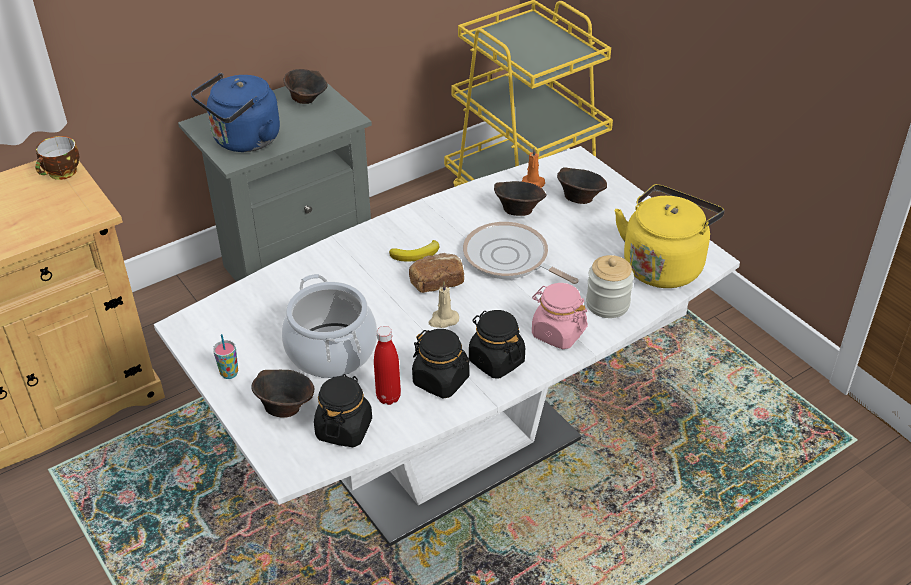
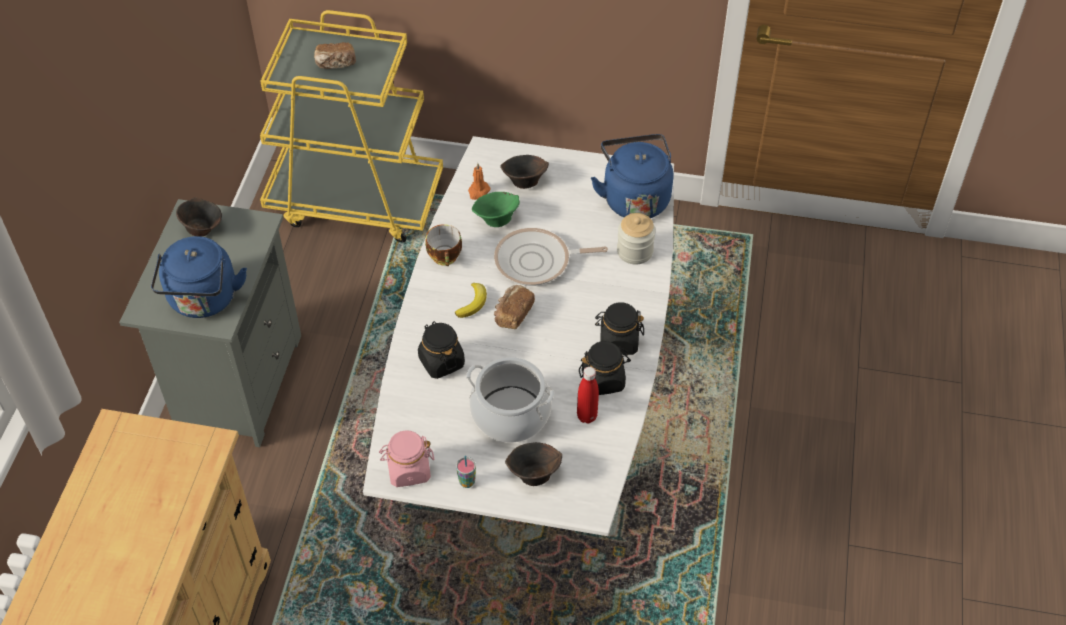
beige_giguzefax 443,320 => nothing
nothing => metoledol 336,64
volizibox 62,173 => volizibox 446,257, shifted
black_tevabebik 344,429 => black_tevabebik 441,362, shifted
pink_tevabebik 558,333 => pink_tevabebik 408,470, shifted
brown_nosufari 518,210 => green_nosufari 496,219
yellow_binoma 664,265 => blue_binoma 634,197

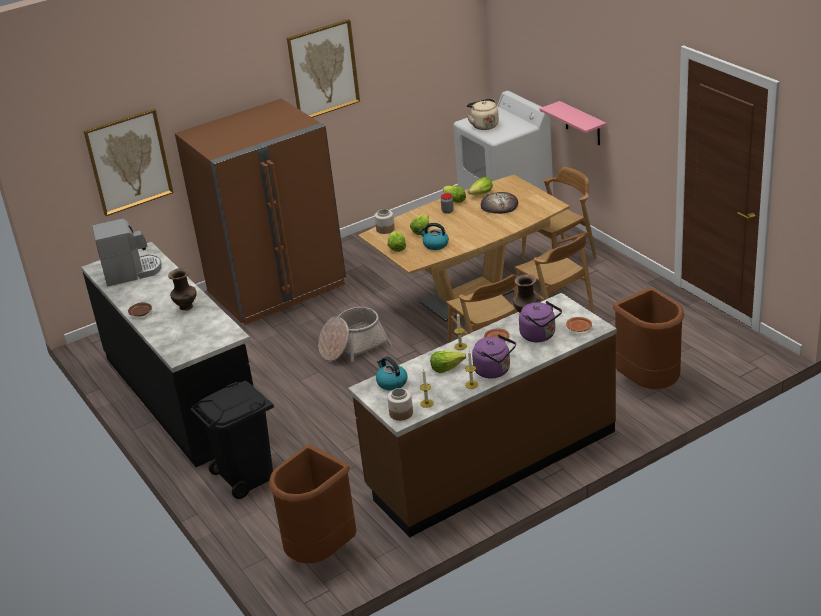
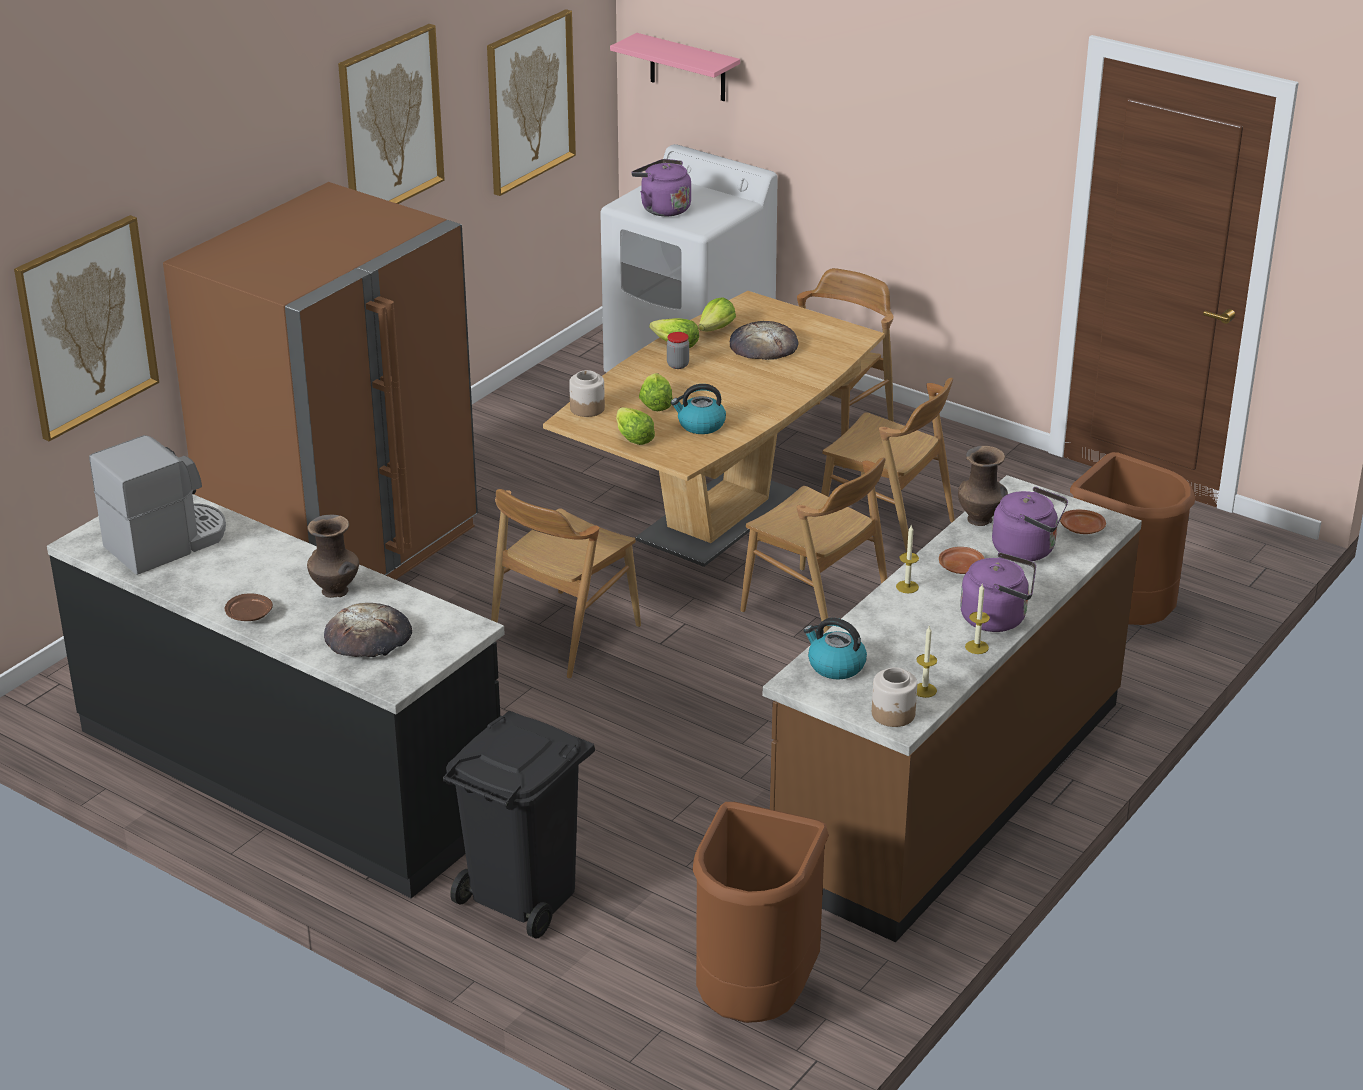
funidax 446,367 => nothing
nothing => metoledol 369,637
nothing => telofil 529,101
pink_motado 582,124 => pink_motado 687,68, shifted
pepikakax 353,346 => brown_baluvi 564,634
beige_binoma 484,125 => purple_binoma 663,208

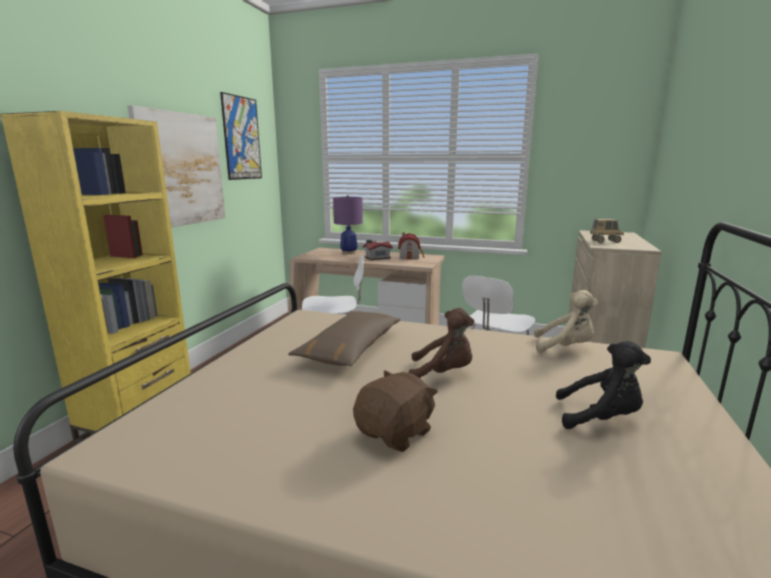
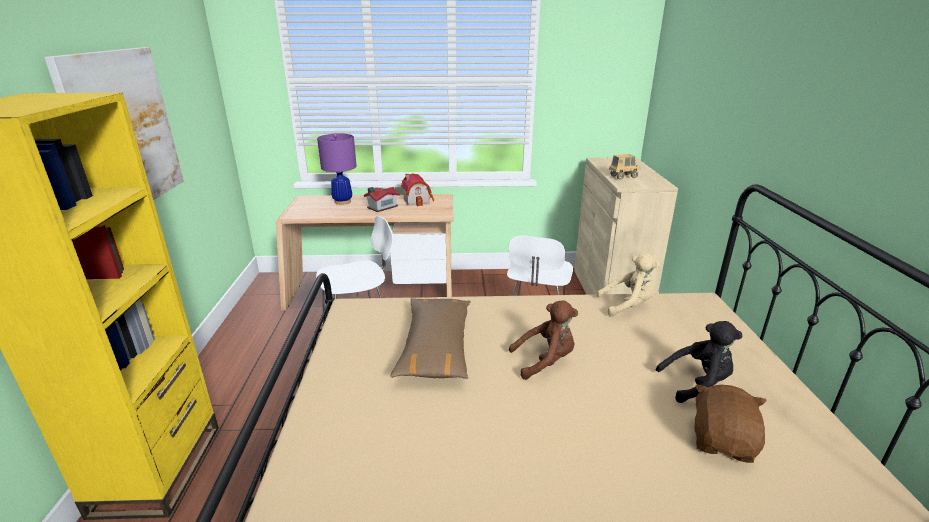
telofil 242,138 => nothing
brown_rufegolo 395,433 => brown_rufegolo 722,442, shifted

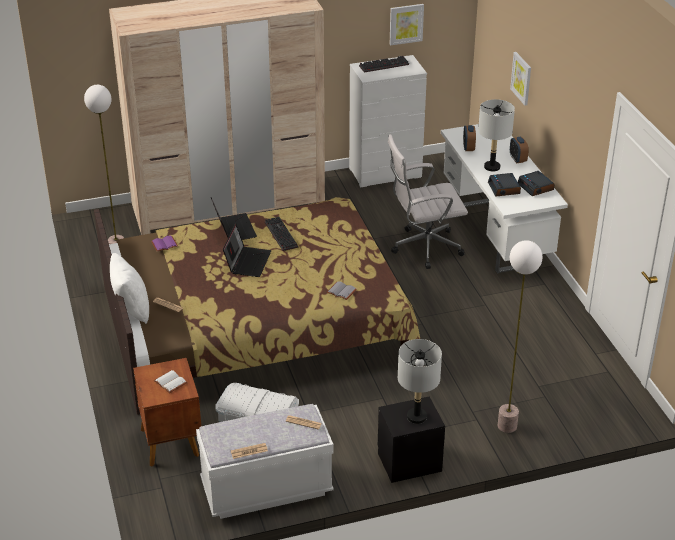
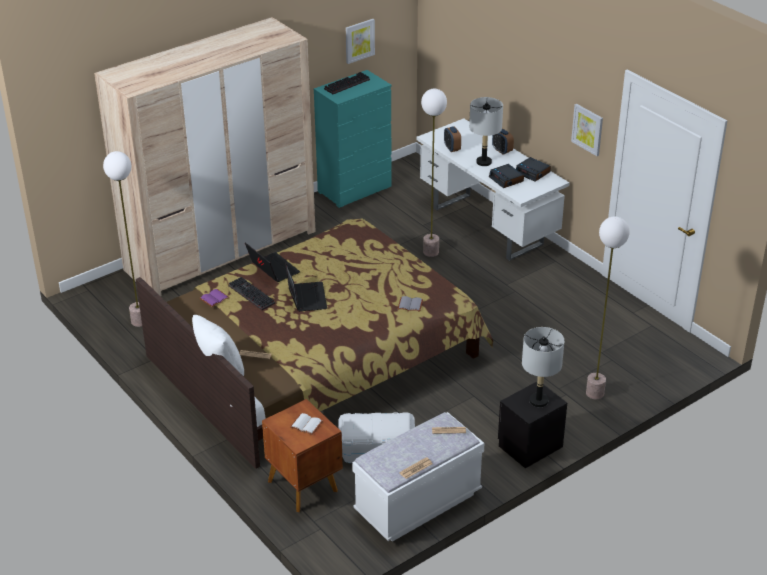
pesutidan 279,234 => pesutidan 250,295, shifted
telofil 521,78 => telofil 587,129, shifted
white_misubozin 423,248 => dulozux 430,252
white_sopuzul 385,173 => turquoise_sopuzul 355,189

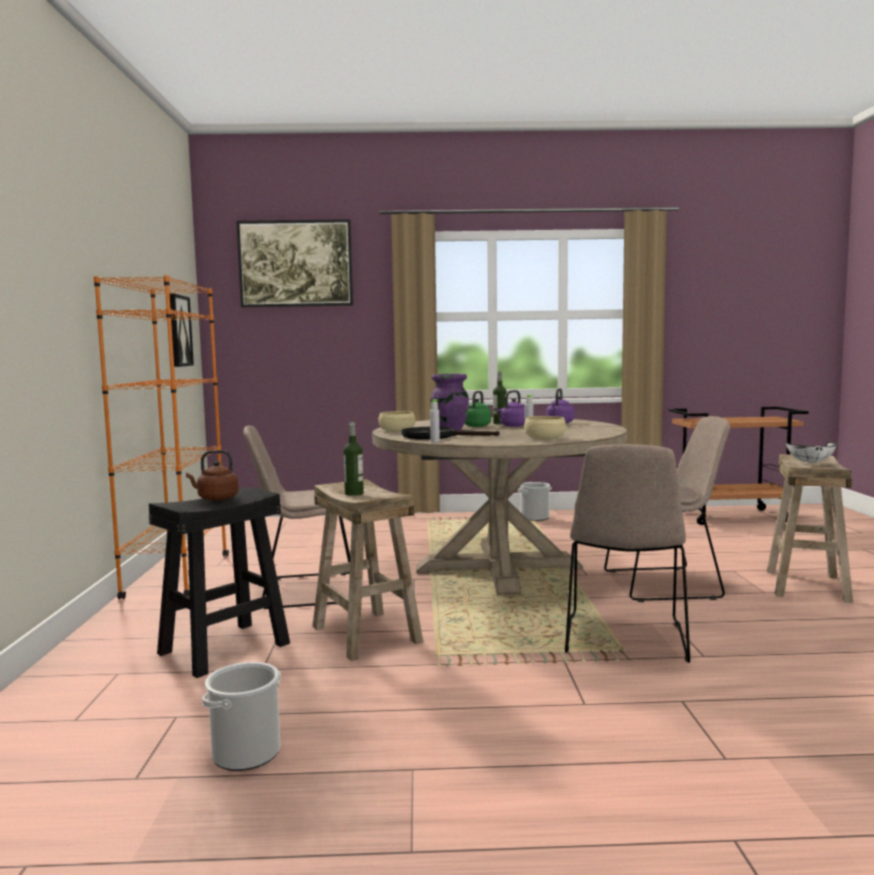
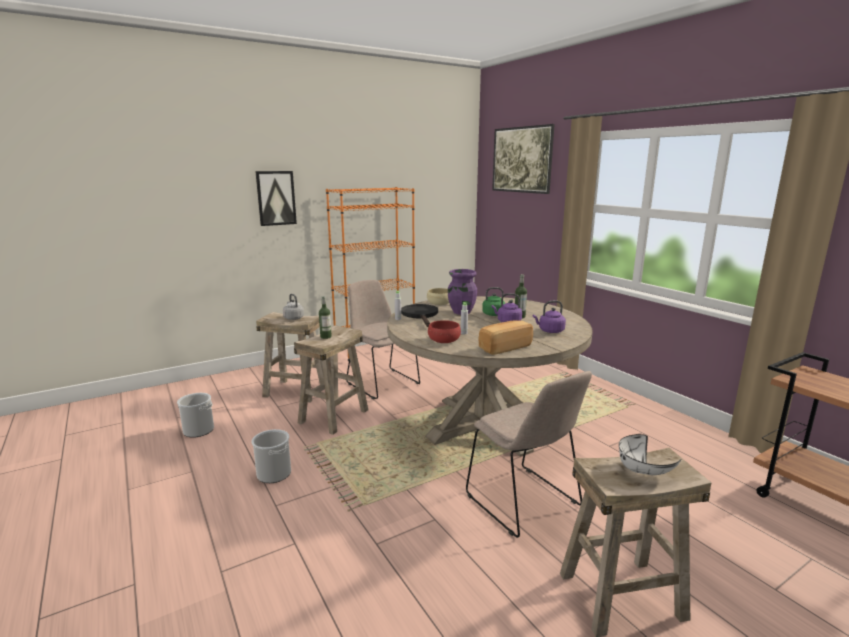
beige_baluvi 624,640 => nothing
nothing => metoledol 504,347
telofil 179,331 => telofil 276,198, shifted
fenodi 534,518 => fenodi 274,474, shifted
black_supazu 224,648 => beige_supazu 296,391
brown_binoma 215,498 => grey_binoma 293,318
beige_nosufari 545,438 => red_nosufari 444,340

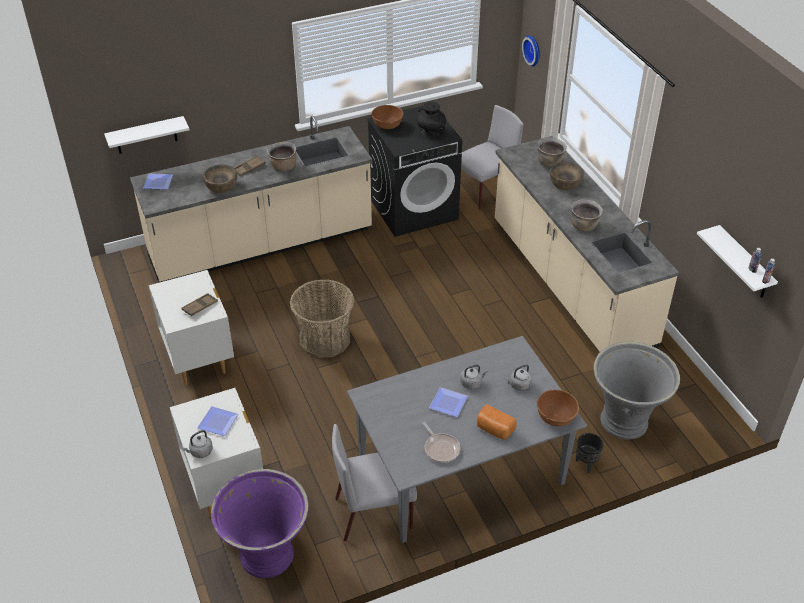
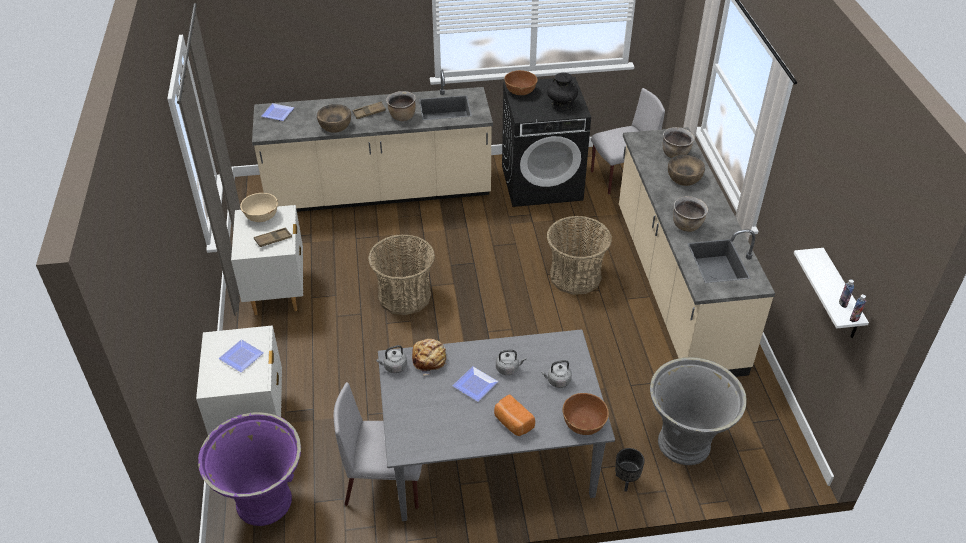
white_motado 146,135 => nothing
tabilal 441,448 => nothing
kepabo 533,50 => nothing
nothing => beige_nosufari 261,216
nothing => metoledol 429,359
nothing => pepikakax 575,276
grey_binoma 200,452 => grey_binoma 394,367, shifted

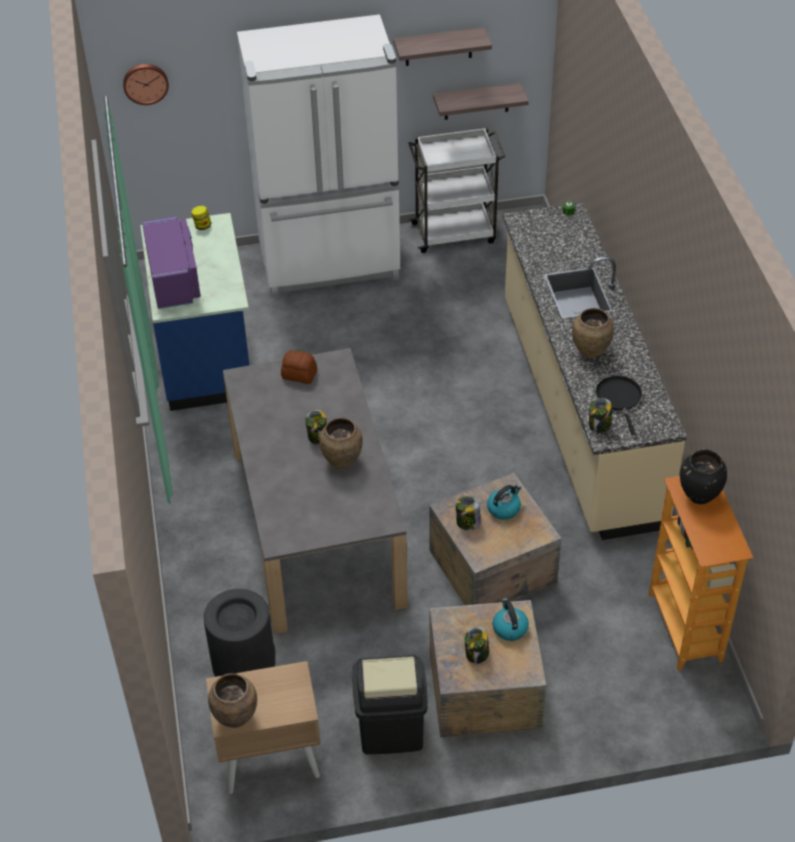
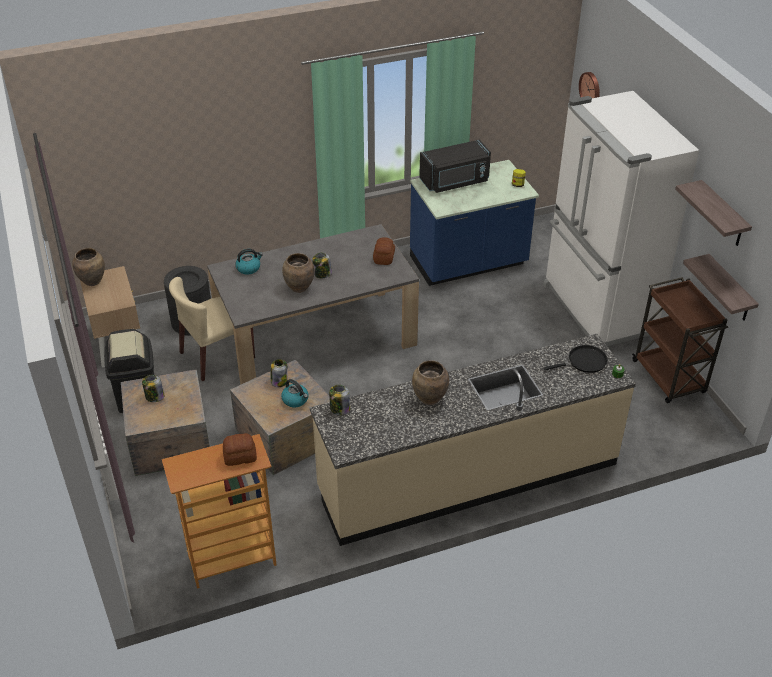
nothing => beige_baluvi 216,355
binoma 509,628 => binoma 248,268, shifted
black_tabilal 619,398 => black_tabilal 584,362, shifted
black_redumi 699,496 => metoledol 239,456
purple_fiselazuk 175,279 => black_fiselazuk 455,182
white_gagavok 455,233 => brown_gagavok 669,378

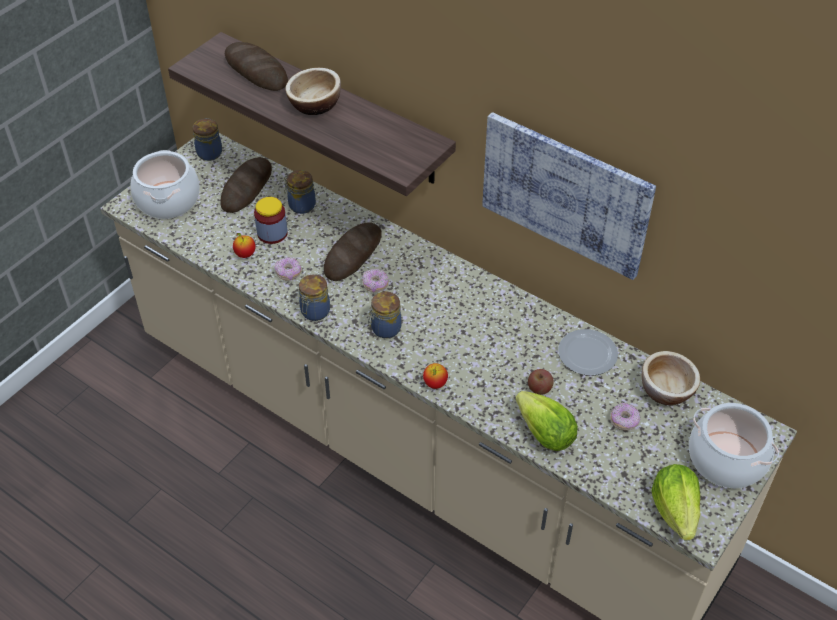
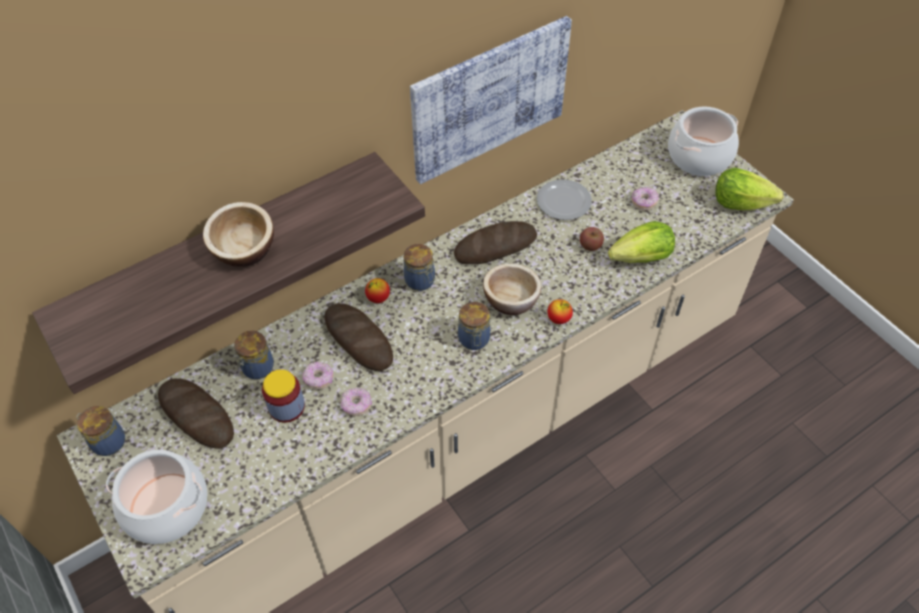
metoledol 256,71 => metoledol 495,246, shifted
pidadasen 245,254 => pidadasen 378,298, shifted
tevabebik 314,312 => tevabebik 421,281, shifted
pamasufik 375,285 => pamasufik 319,379, shifted
nosufari 666,390 => nosufari 511,300, shifted

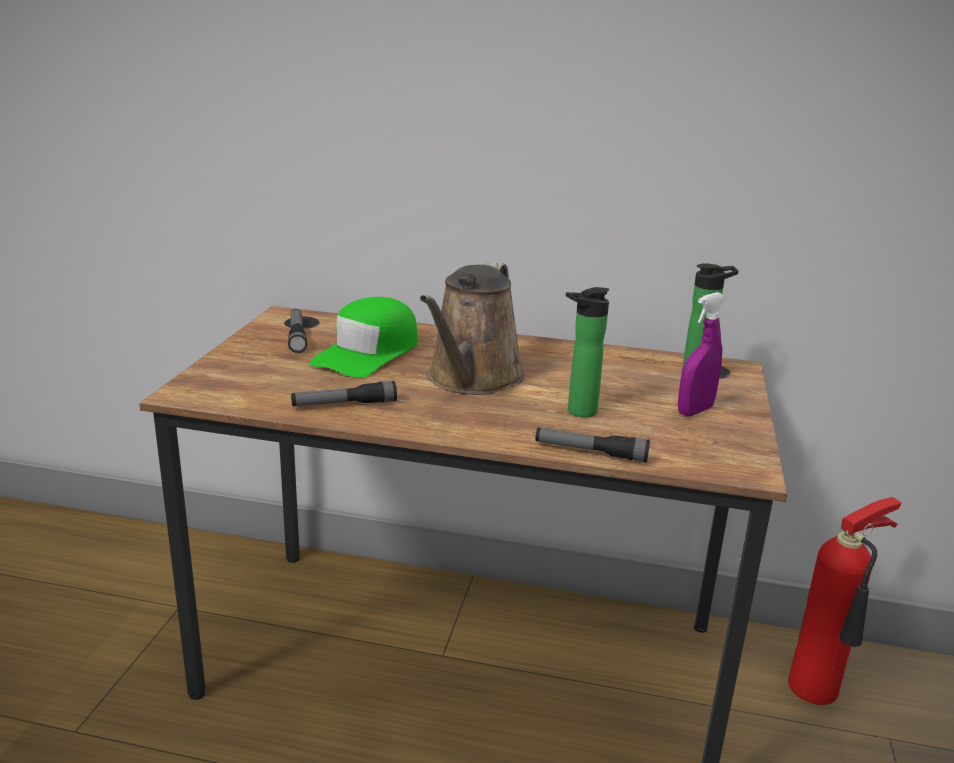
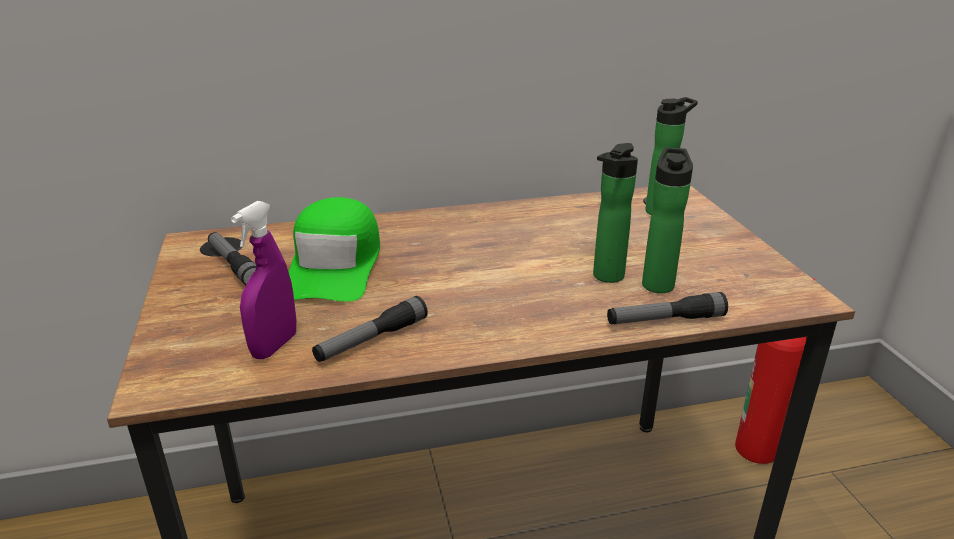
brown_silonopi 472,379 => nothing
nothing => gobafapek 658,283
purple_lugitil 695,411 => purple_lugitil 274,346, shifted

